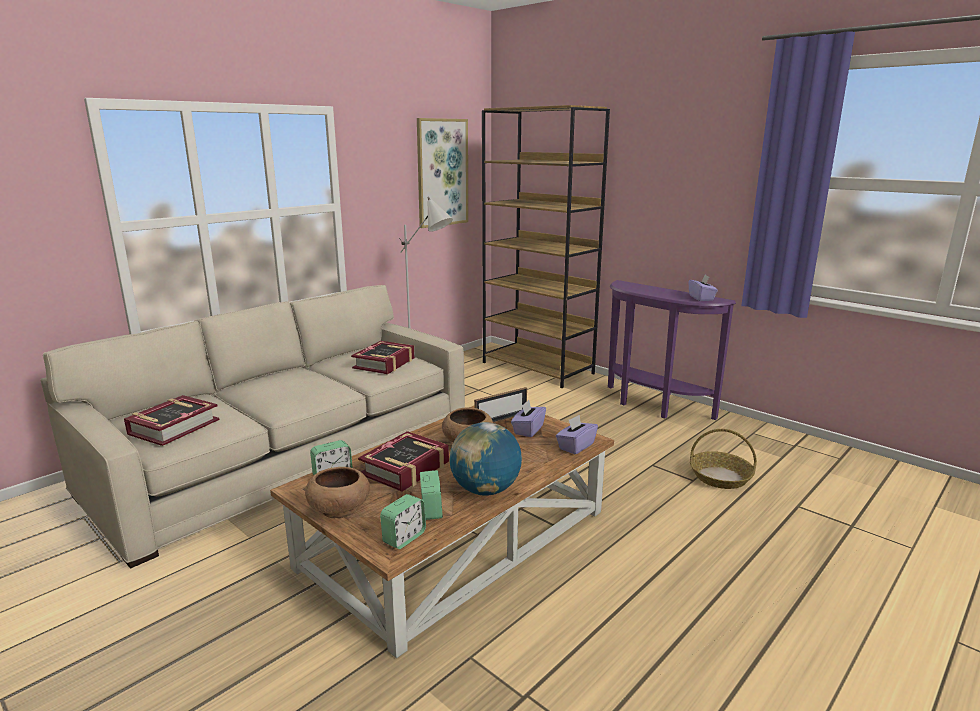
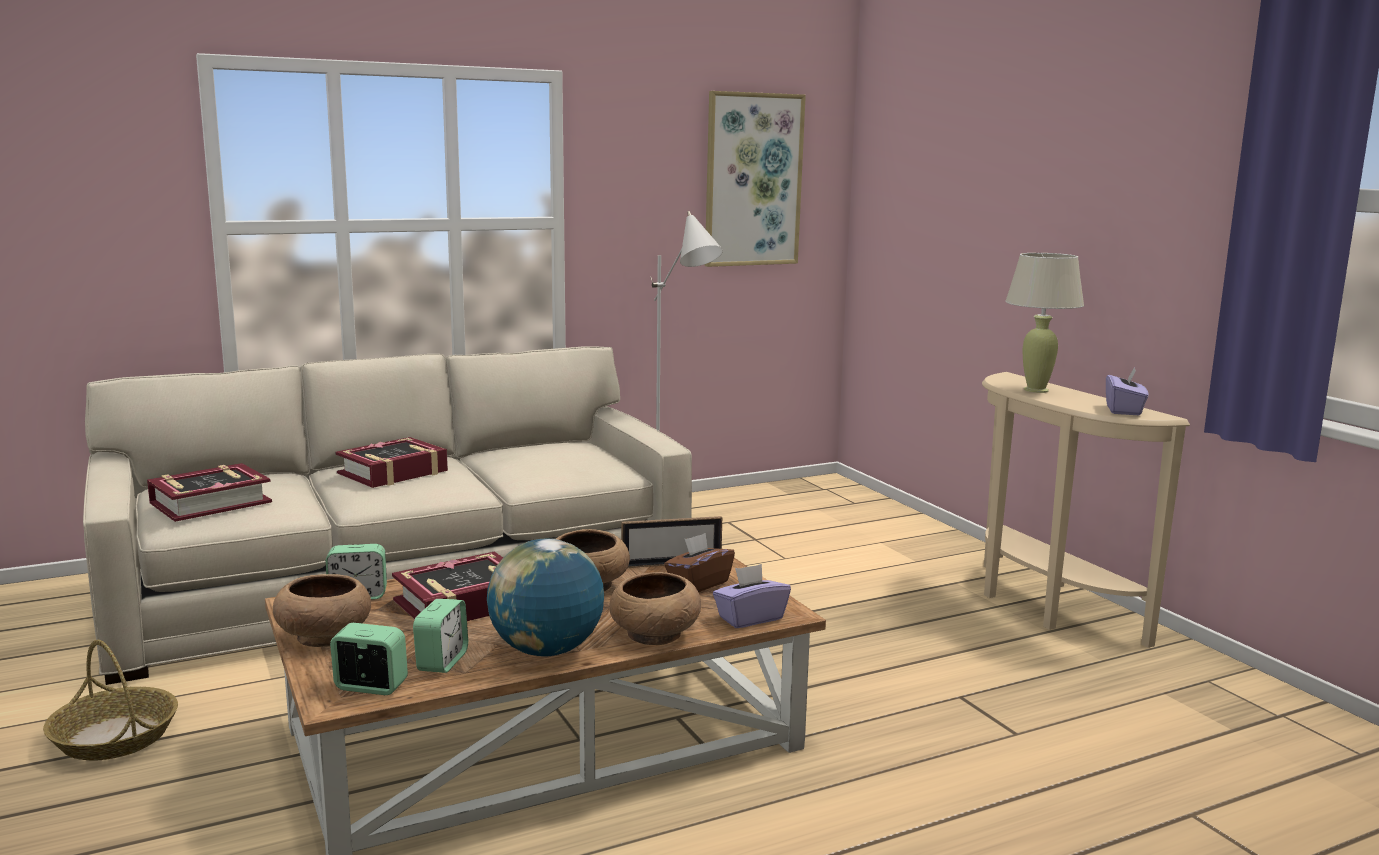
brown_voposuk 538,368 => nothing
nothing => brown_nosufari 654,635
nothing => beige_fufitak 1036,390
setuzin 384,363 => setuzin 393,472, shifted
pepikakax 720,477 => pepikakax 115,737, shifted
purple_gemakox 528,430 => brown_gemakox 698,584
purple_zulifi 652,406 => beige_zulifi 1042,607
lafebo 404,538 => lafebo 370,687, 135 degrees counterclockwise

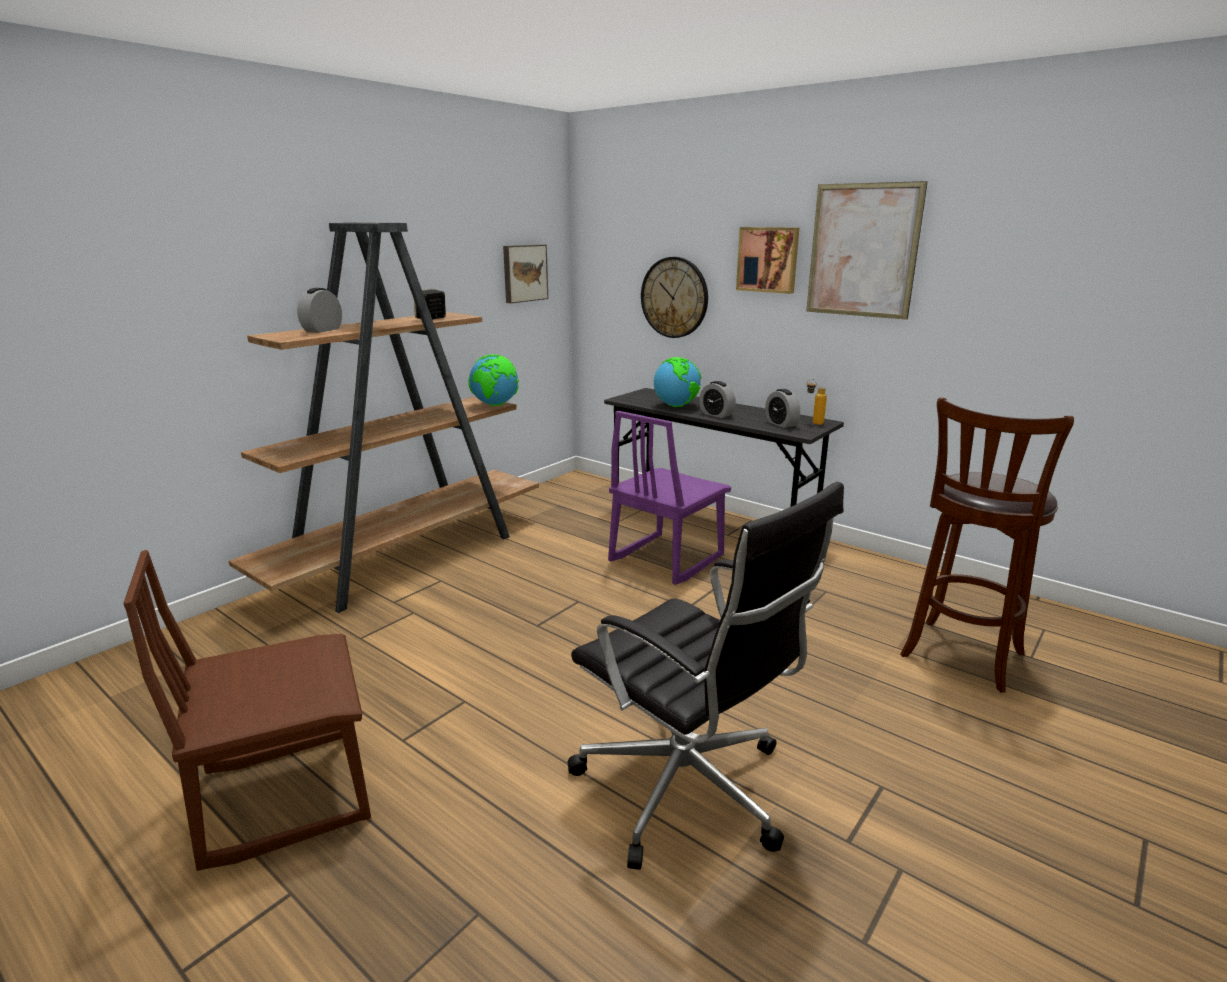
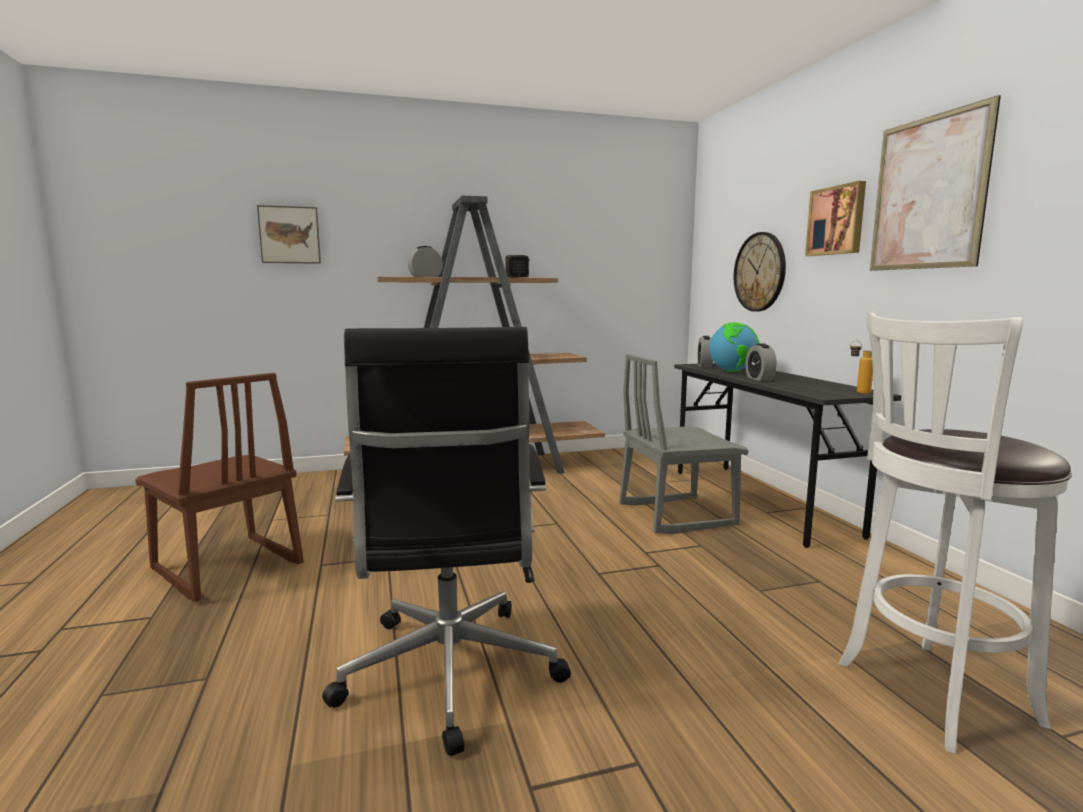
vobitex 495,405 => nothing
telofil 524,273 => telofil 290,235, shifted
lafebo 781,424 => lafebo 704,366, shifted
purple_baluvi 665,559 => grey_baluvi 675,515
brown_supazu 960,657 => white_supazu 928,694
brown_baluvi 286,794 => brown_baluvi 226,568, 150 degrees counterclockwise

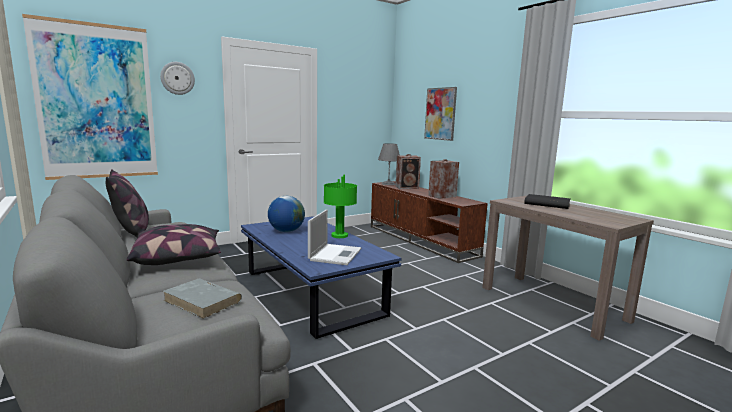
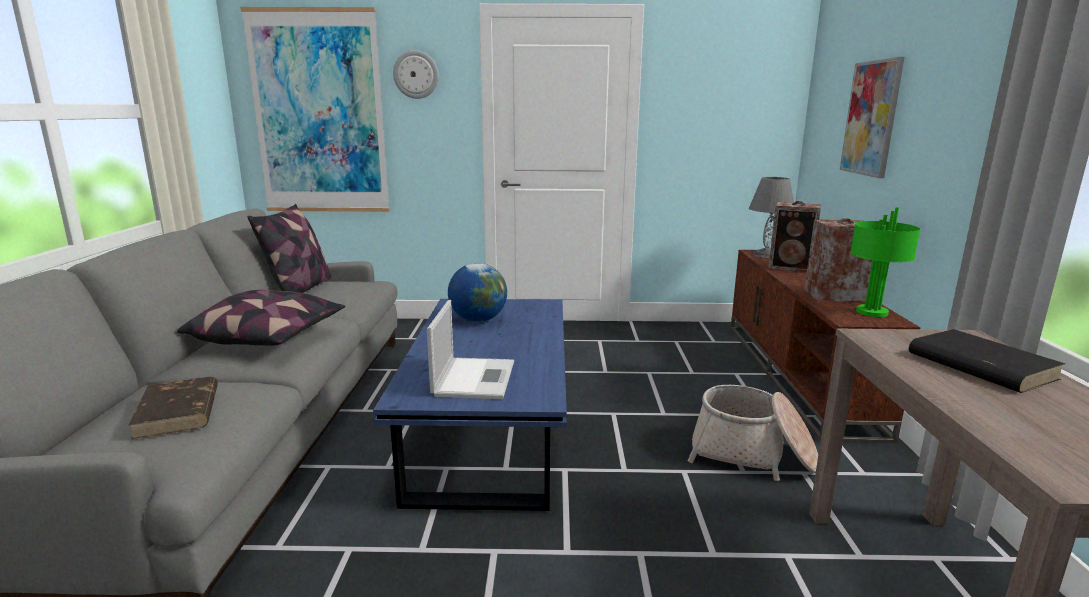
nothing => pepikakax 752,454
green_fufitak 339,236 => green_fufitak 871,312, shifted
grey_setuzin 203,301 => brown_setuzin 178,411
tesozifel 335,254 => tesozifel 474,378, 45 degrees counterclockwise

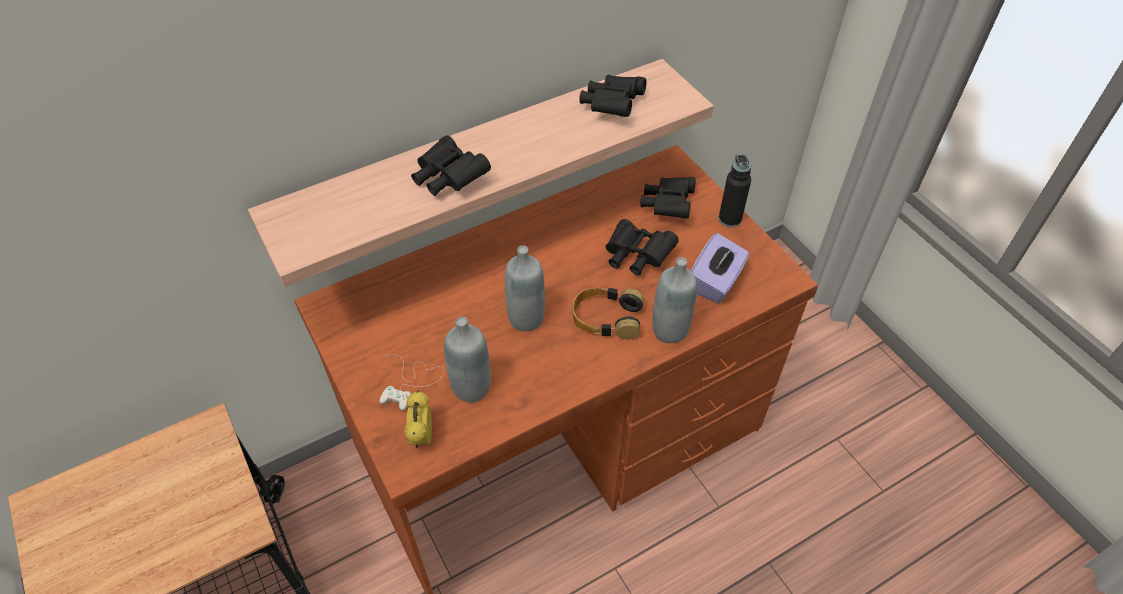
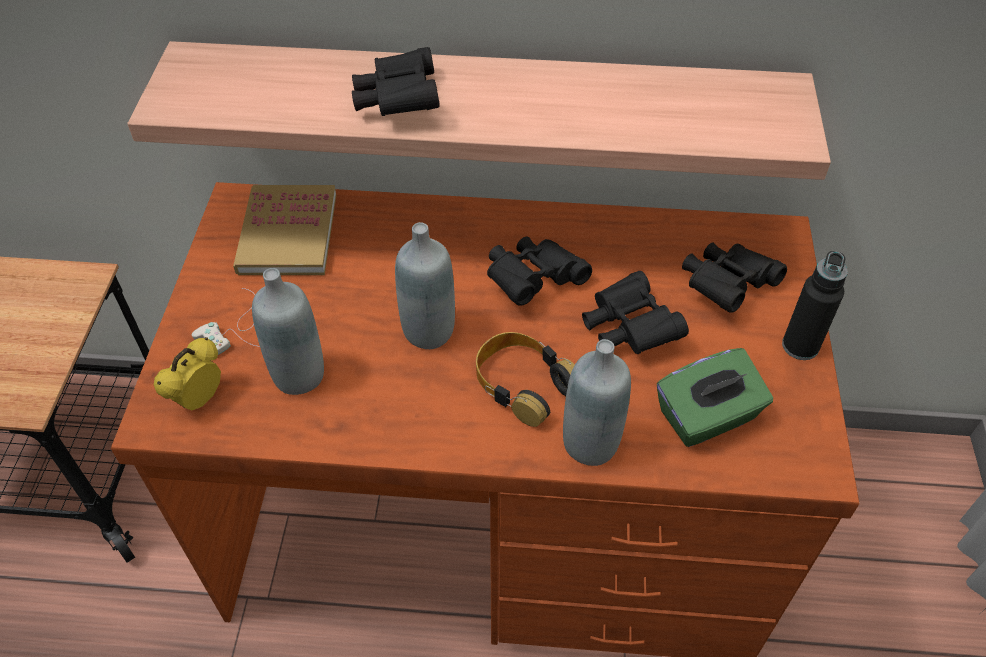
nothing => setuzin 288,233
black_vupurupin 612,106 => black_vupurupin 533,281, shifted
purple_gemakox 716,282 => green_gemakox 707,417

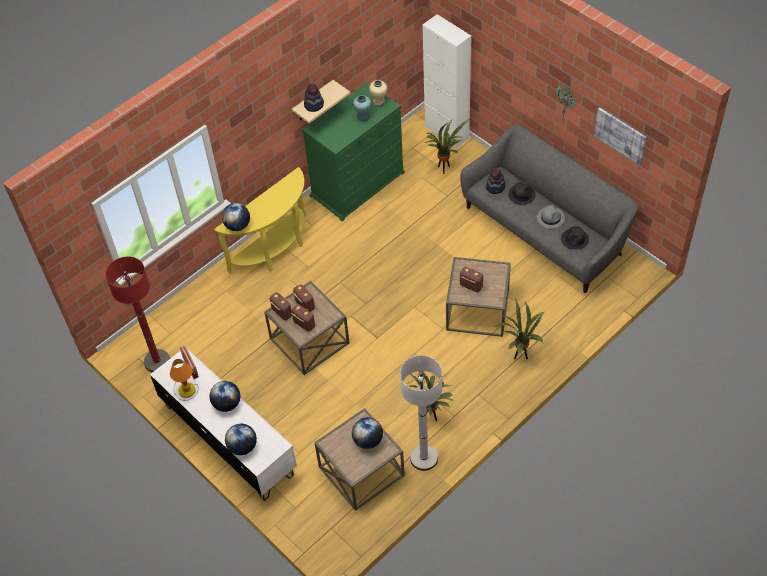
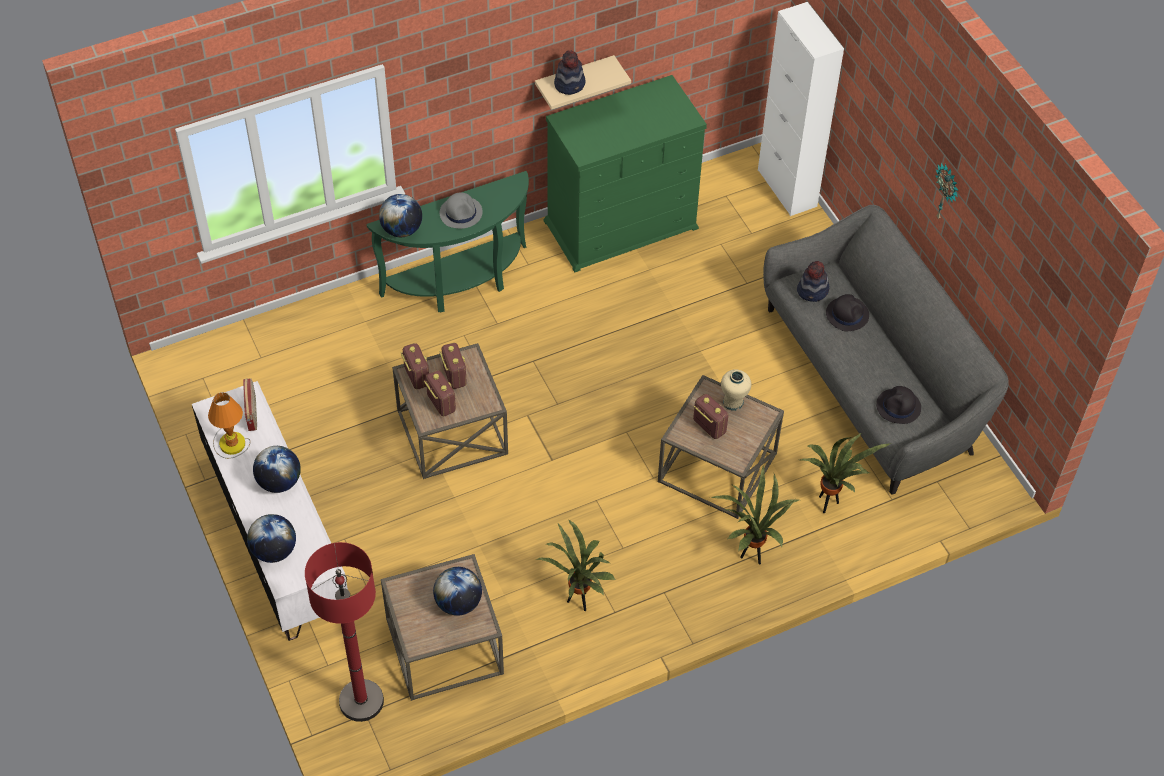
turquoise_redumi 363,117 => nothing
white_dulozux 424,458 => nothing
telofil 620,135 => nothing
red_dulozux 157,361 => red_dulozux 361,701, shifted
beige_redumi 378,102 => beige_redumi 733,402, shifted
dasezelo 444,169 => dasezelo 828,504, shifted
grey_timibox 550,218 => grey_timibox 461,213, shifted
yellow_zulifi 275,249 => green_zulifi 460,283

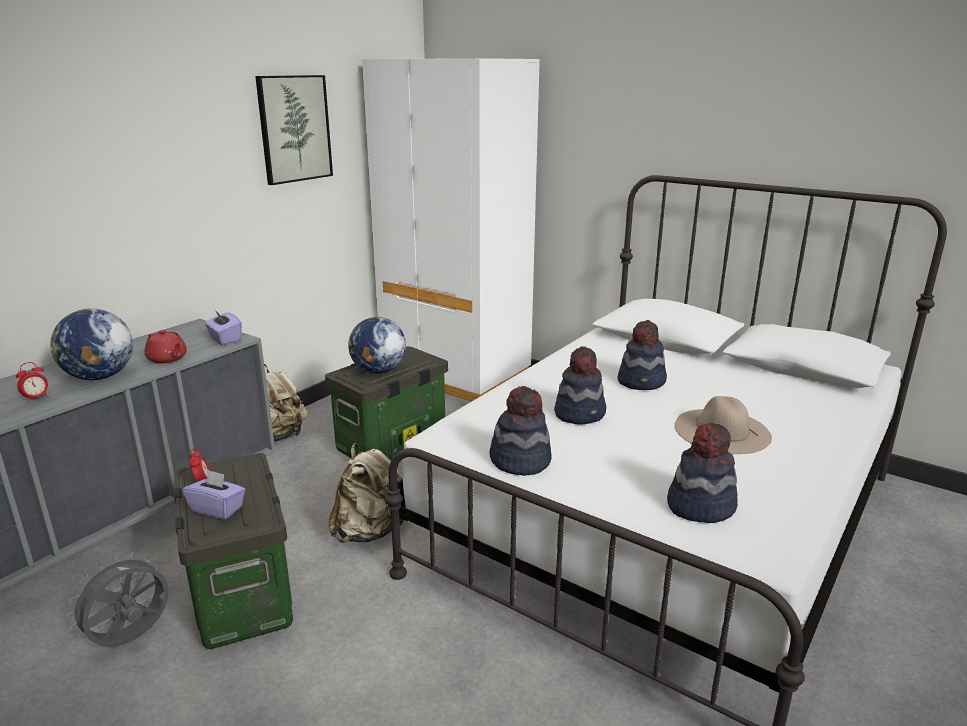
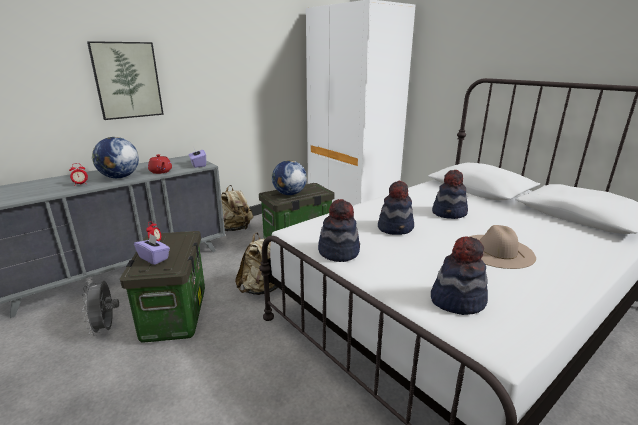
telofil 294,129 => telofil 127,80, shifted
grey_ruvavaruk 132,639 => grey_ruvavaruk 106,328, 75 degrees counterclockwise

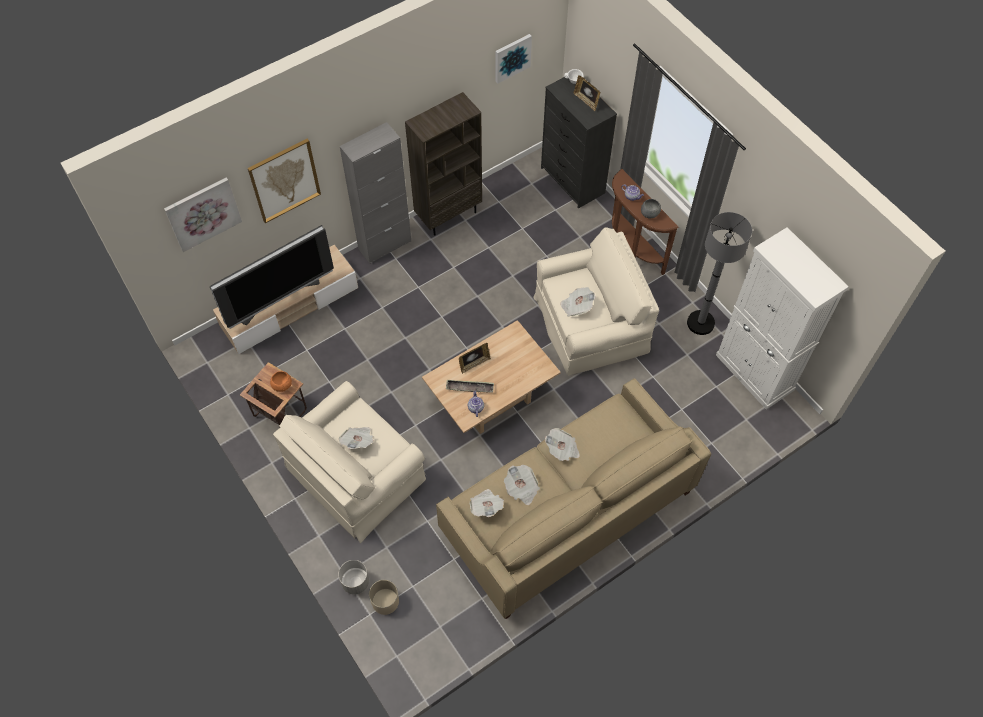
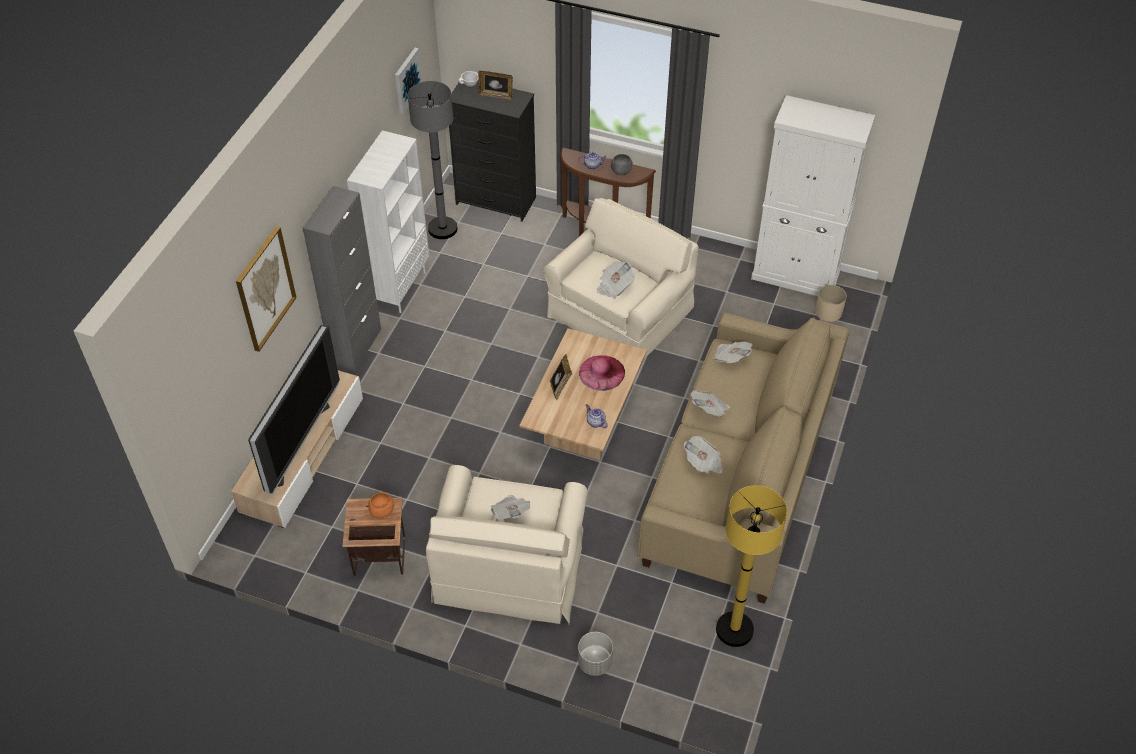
telofil 203,213 => nothing
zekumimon 469,387 => nothing
nothing => pink_timibox 602,372
nothing => yellow_dulozux 734,630
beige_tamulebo 385,601 => beige_tamulebo 828,312, shifted
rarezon 486,506 => rarezon 731,358, shifted
grey_dulozux 700,323 => grey_dulozux 442,229, shifted
brown_voposuk 448,215 => white_voposuk 399,288

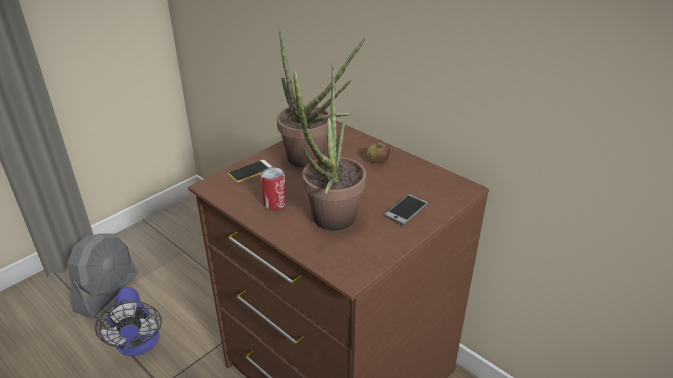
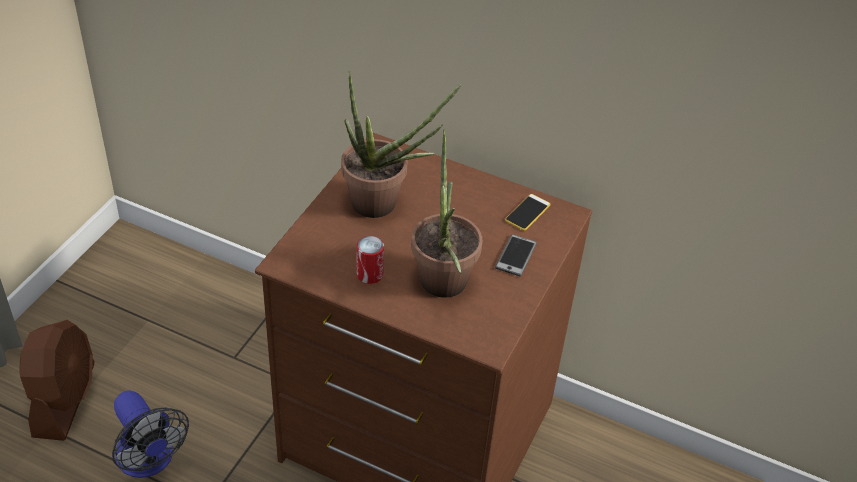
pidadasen 378,161 => nothing
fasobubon 251,171 => fasobubon 527,213, shifted
grey_ruvavaruk 107,292 => brown_ruvavaruk 65,399

